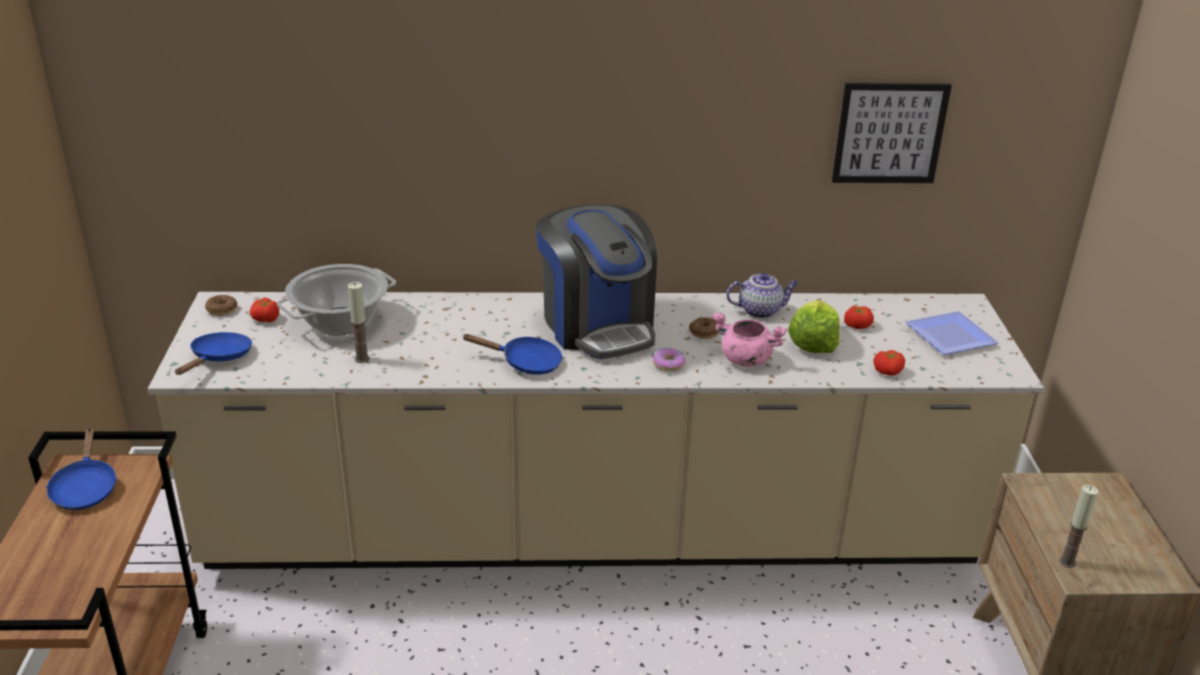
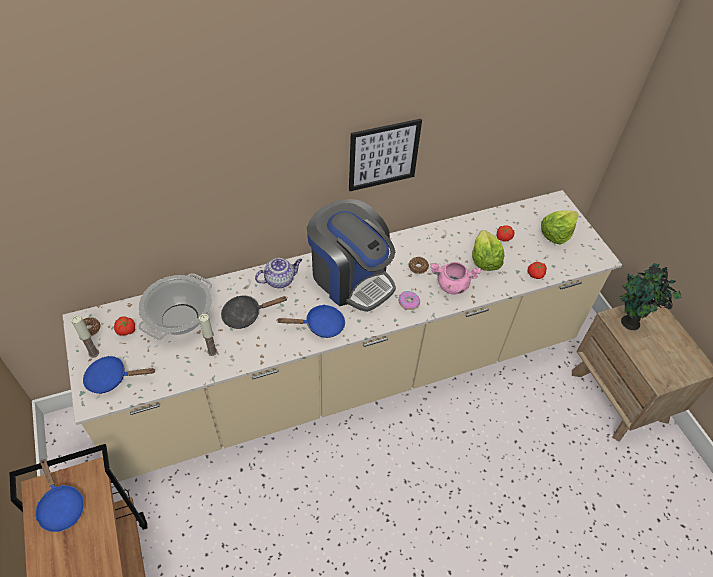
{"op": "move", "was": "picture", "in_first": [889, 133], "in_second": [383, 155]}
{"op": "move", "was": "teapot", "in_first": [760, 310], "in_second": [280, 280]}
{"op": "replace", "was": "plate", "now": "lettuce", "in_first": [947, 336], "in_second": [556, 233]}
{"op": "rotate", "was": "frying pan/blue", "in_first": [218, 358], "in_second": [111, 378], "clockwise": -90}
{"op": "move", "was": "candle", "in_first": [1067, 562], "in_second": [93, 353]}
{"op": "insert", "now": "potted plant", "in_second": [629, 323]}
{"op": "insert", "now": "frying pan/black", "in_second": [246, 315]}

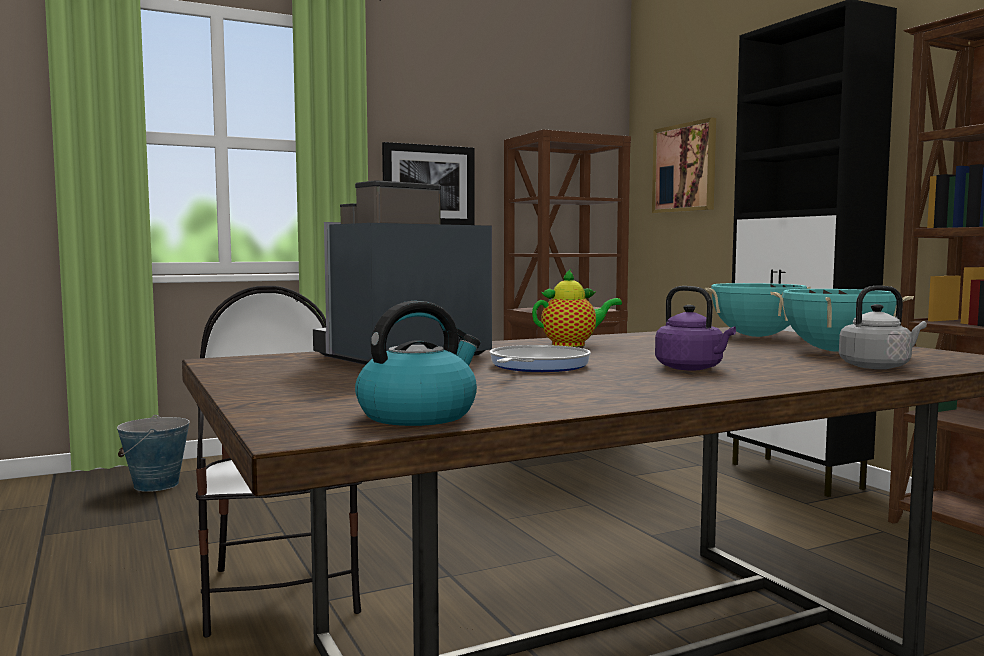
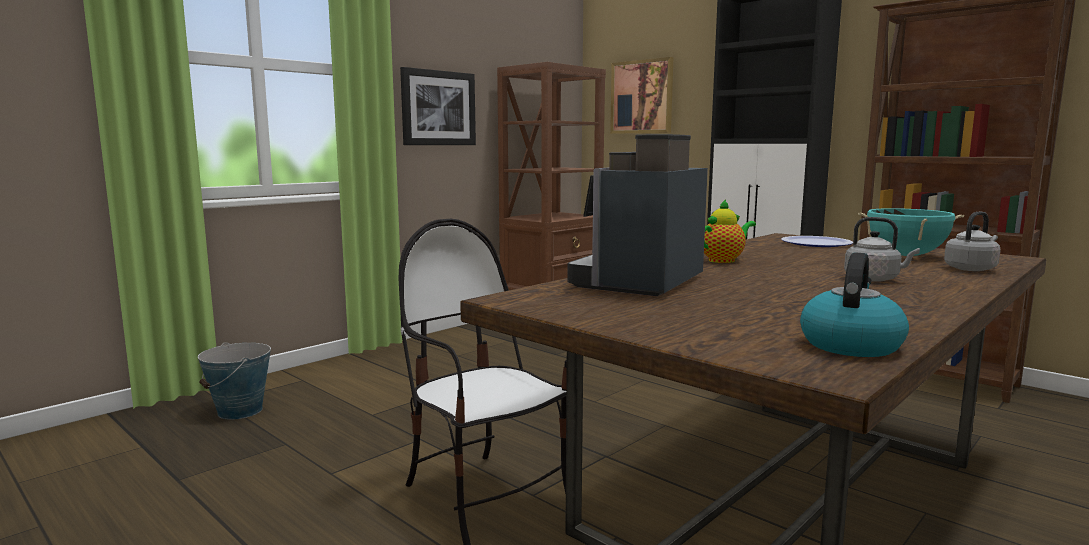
{"op": "replace", "was": "cooking pot/turquoise", "now": "plate", "in_first": [756, 336], "in_second": [816, 243]}
{"op": "recolor", "was": "kettle/purple", "now": "kettle/grey", "in_first": [692, 368], "in_second": [874, 279]}
{"op": "delete", "was": "frying pan", "in_first": [536, 366]}

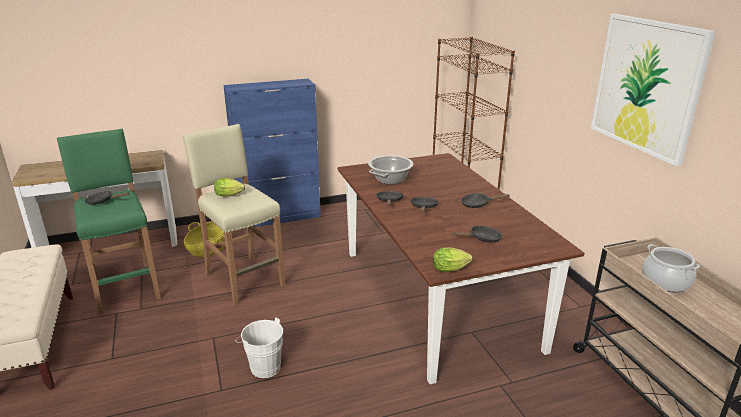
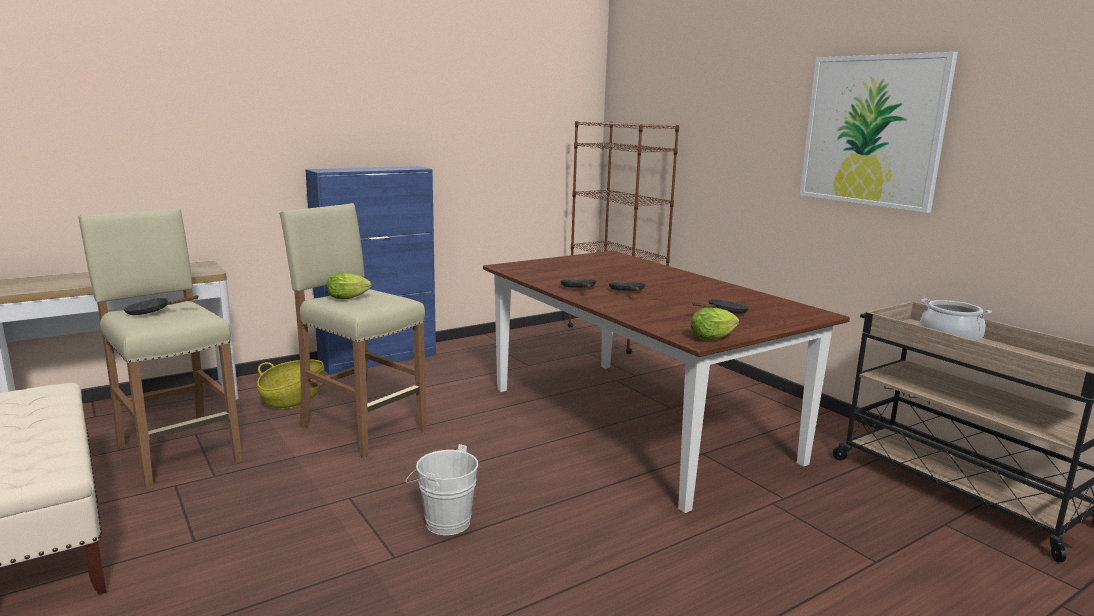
{"op": "recolor", "was": "stool/green", "now": "stool/beige", "in_first": [126, 287], "in_second": [177, 453]}
{"op": "delete", "was": "cooking pot", "in_first": [390, 180]}
{"op": "delete", "was": "frying pan/black", "in_first": [478, 204]}

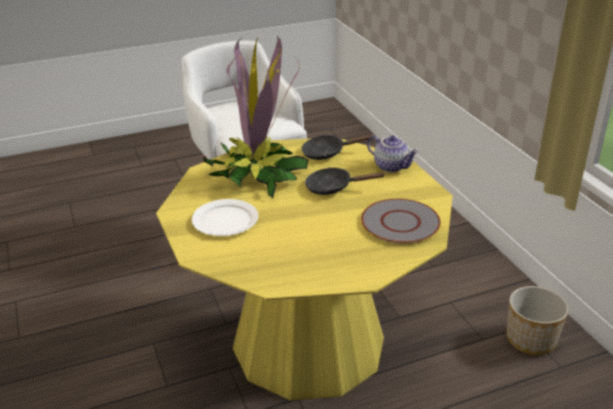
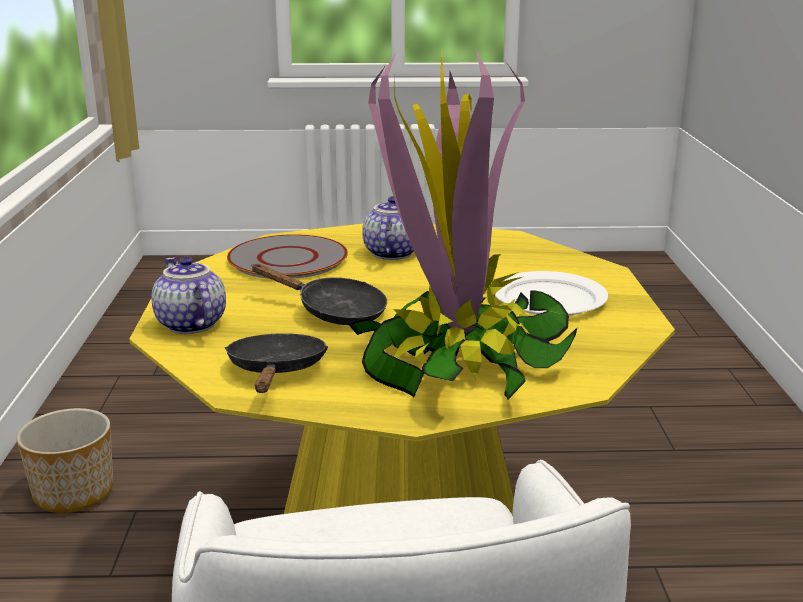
{"op": "rotate", "was": "frying pan/black", "in_first": [327, 153], "in_second": [276, 371], "clockwise": -105}
{"op": "insert", "now": "teapot", "in_second": [390, 253]}

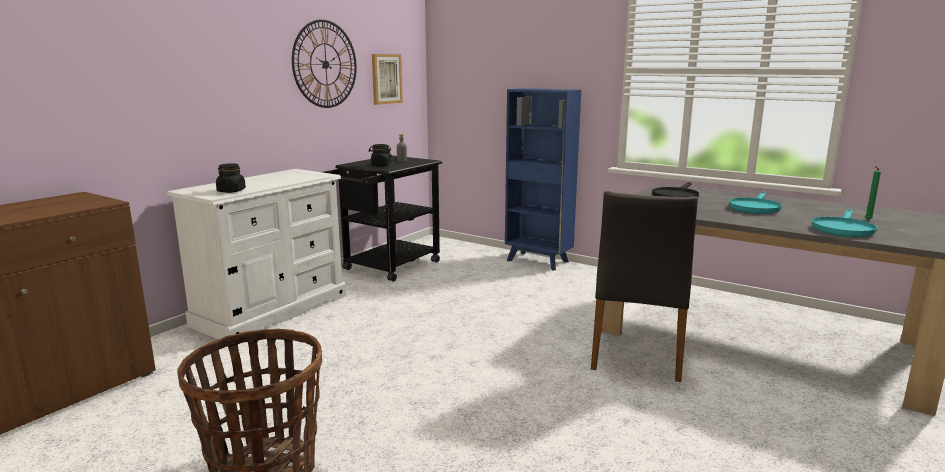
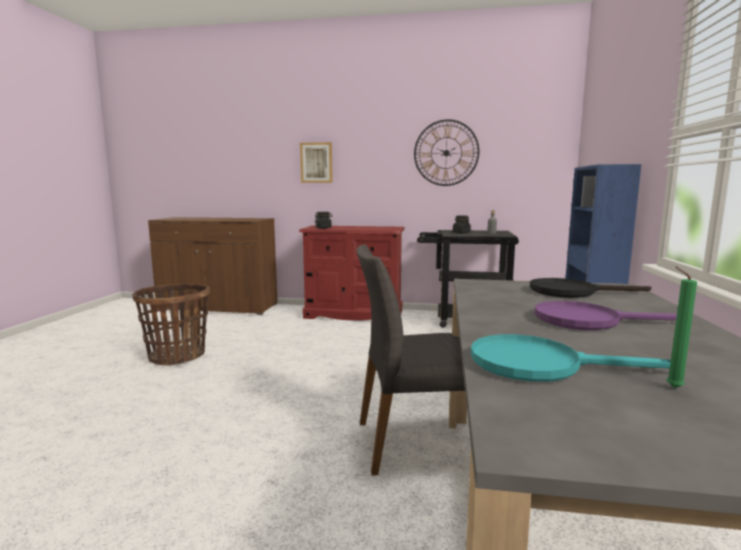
{"op": "move", "was": "picture", "in_first": [386, 79], "in_second": [316, 162]}
{"op": "recolor", "was": "dresser/white", "now": "dresser/red", "in_first": [272, 310], "in_second": [354, 314]}
{"op": "recolor", "was": "frying pan/turquoise", "now": "frying pan/purple", "in_first": [754, 207], "in_second": [588, 321]}

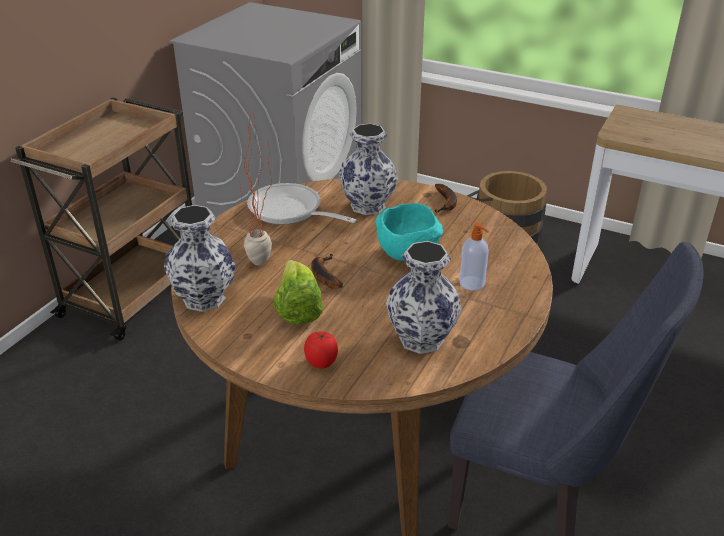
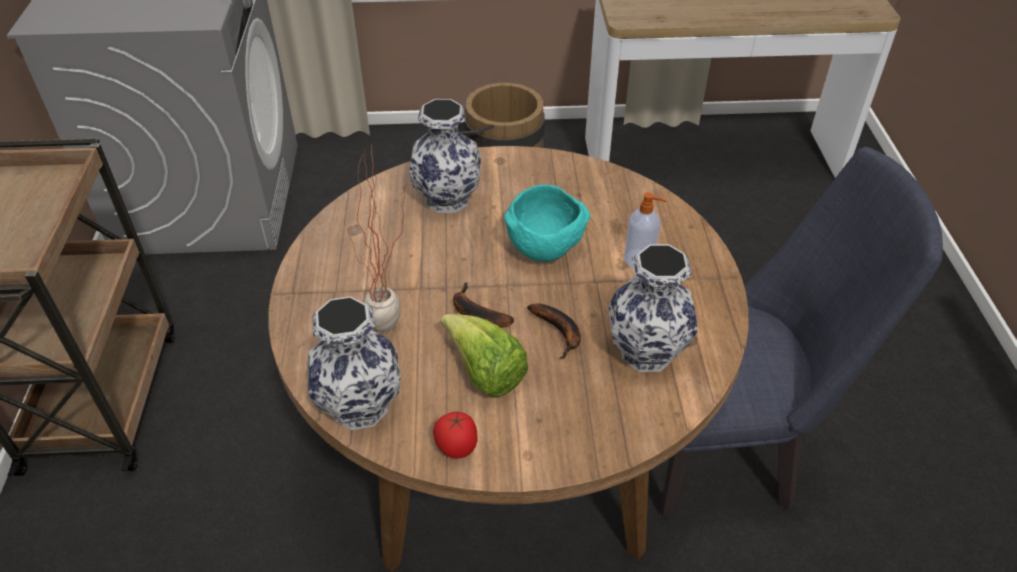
{"op": "delete", "was": "frying pan", "in_first": [290, 211]}
{"op": "move", "was": "banana", "in_first": [446, 203], "in_second": [560, 332]}
{"op": "move", "was": "tomato", "in_first": [321, 362], "in_second": [456, 447]}

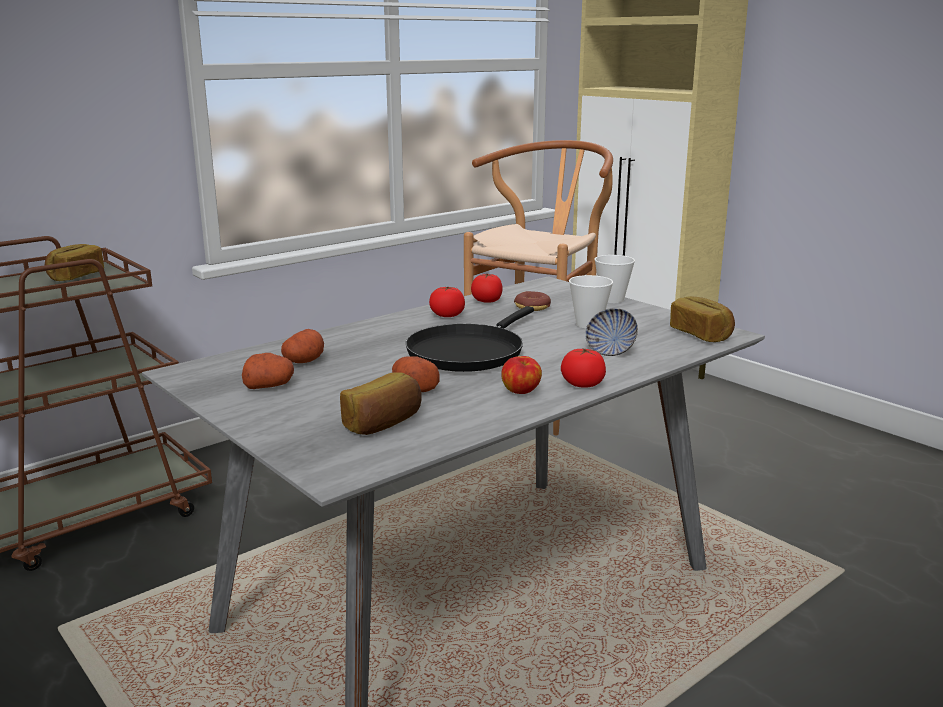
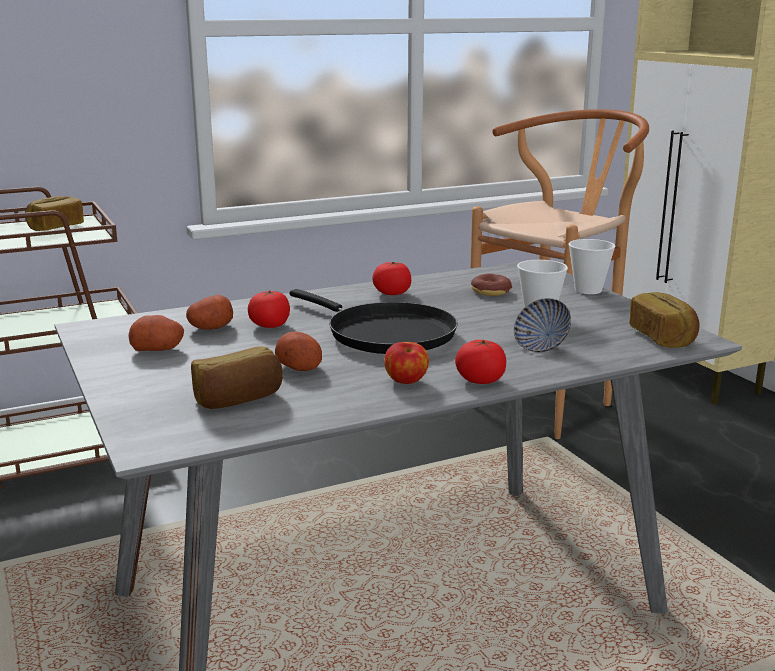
{"op": "move", "was": "tomato", "in_first": [486, 301], "in_second": [270, 325]}
{"op": "rotate", "was": "frying pan/black", "in_first": [469, 352], "in_second": [384, 334], "clockwise": -90}

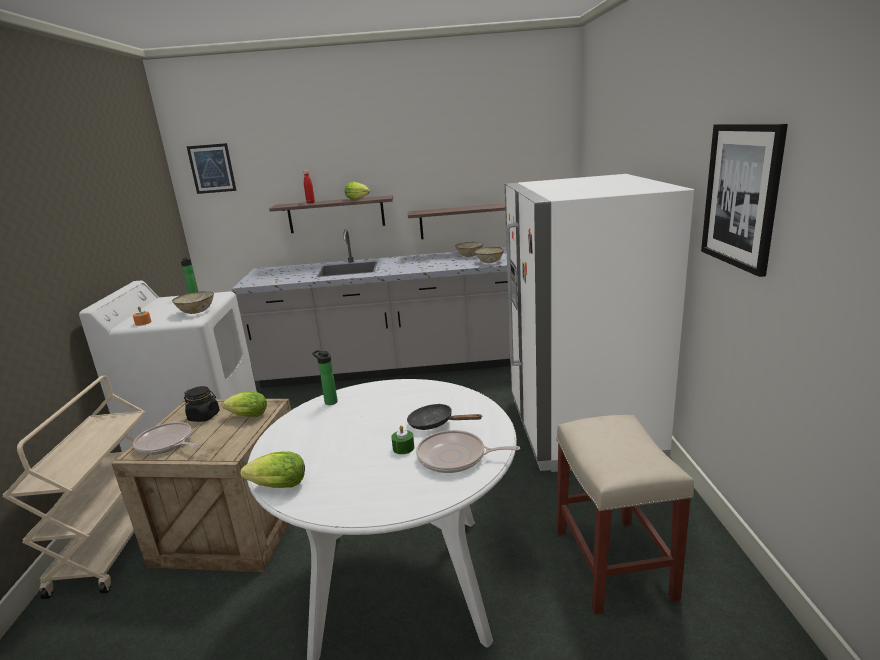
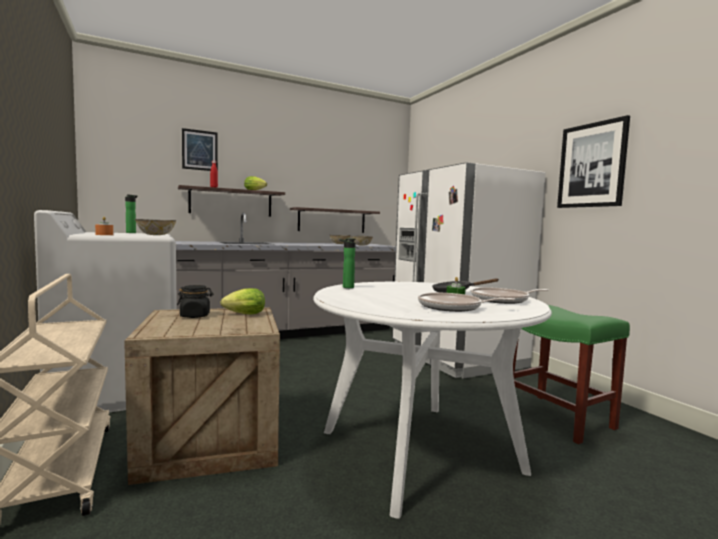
{"op": "move", "was": "picture", "in_first": [212, 168], "in_second": [200, 150]}
{"op": "recolor", "was": "stool/beige", "now": "stool/green", "in_first": [614, 564], "in_second": [559, 418]}
{"op": "move", "was": "frying pan", "in_first": [166, 443], "in_second": [453, 307]}
{"op": "delete", "was": "lettuce", "in_first": [275, 486]}

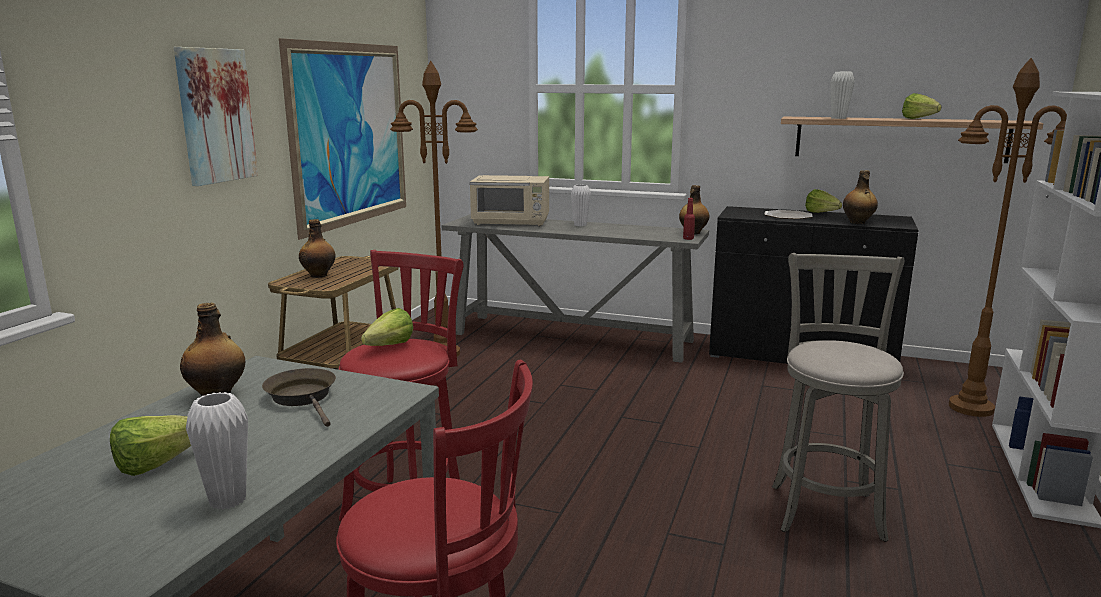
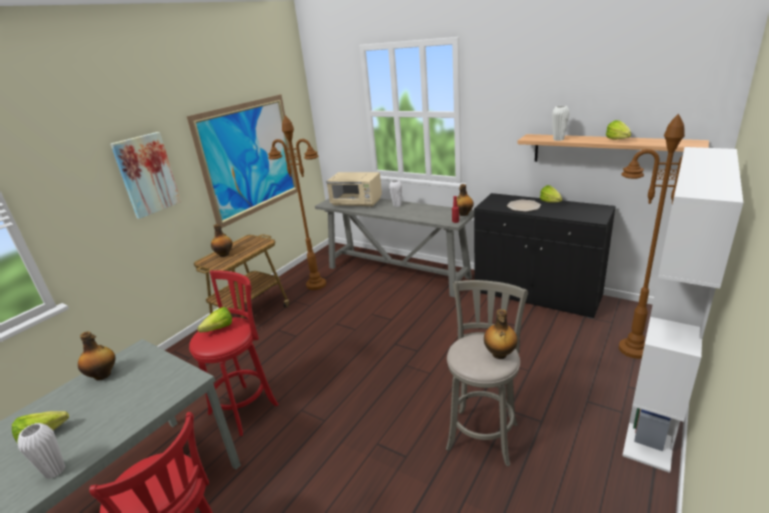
{"op": "move", "was": "bottle", "in_first": [857, 222], "in_second": [499, 354]}
{"op": "delete", "was": "frying pan/brown", "in_first": [303, 397]}

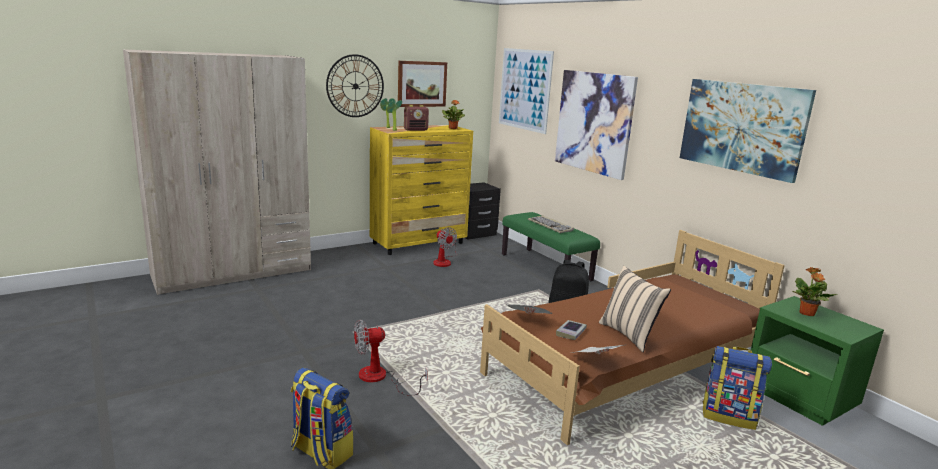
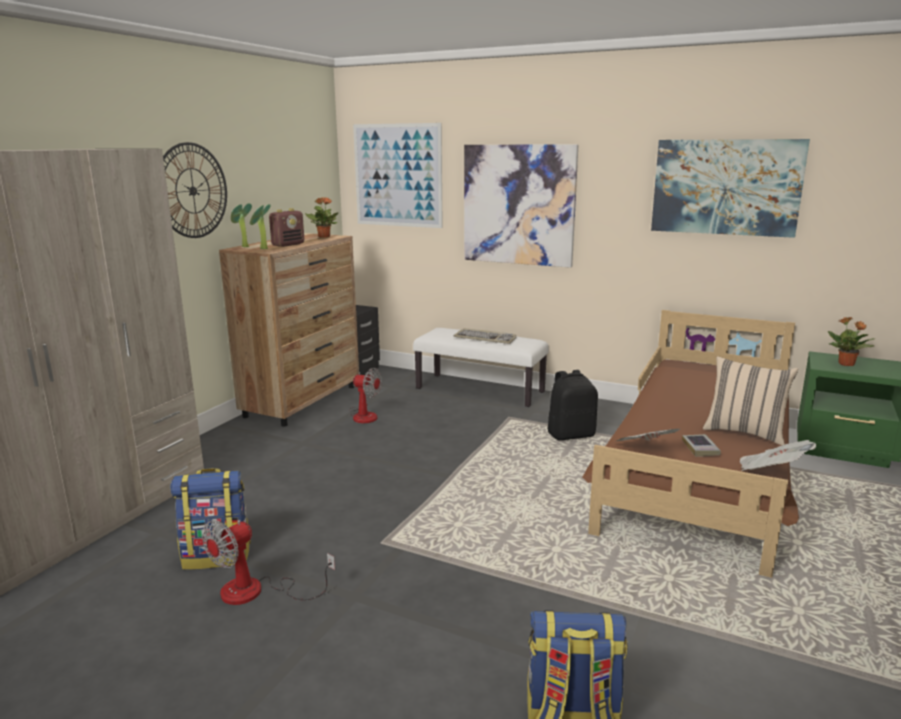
{"op": "delete", "was": "picture", "in_first": [422, 84]}
{"op": "recolor", "was": "dresser/yellow", "now": "dresser/brown", "in_first": [419, 243], "in_second": [303, 401]}
{"op": "recolor", "was": "bench/green", "now": "bench/white", "in_first": [546, 267], "in_second": [480, 390]}
{"op": "move", "was": "fan", "in_first": [380, 378], "in_second": [256, 592]}
{"op": "move", "was": "backpack", "in_first": [729, 416], "in_second": [217, 556]}

